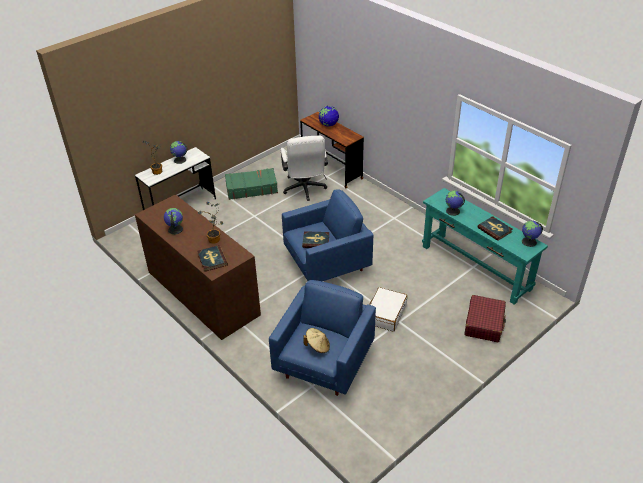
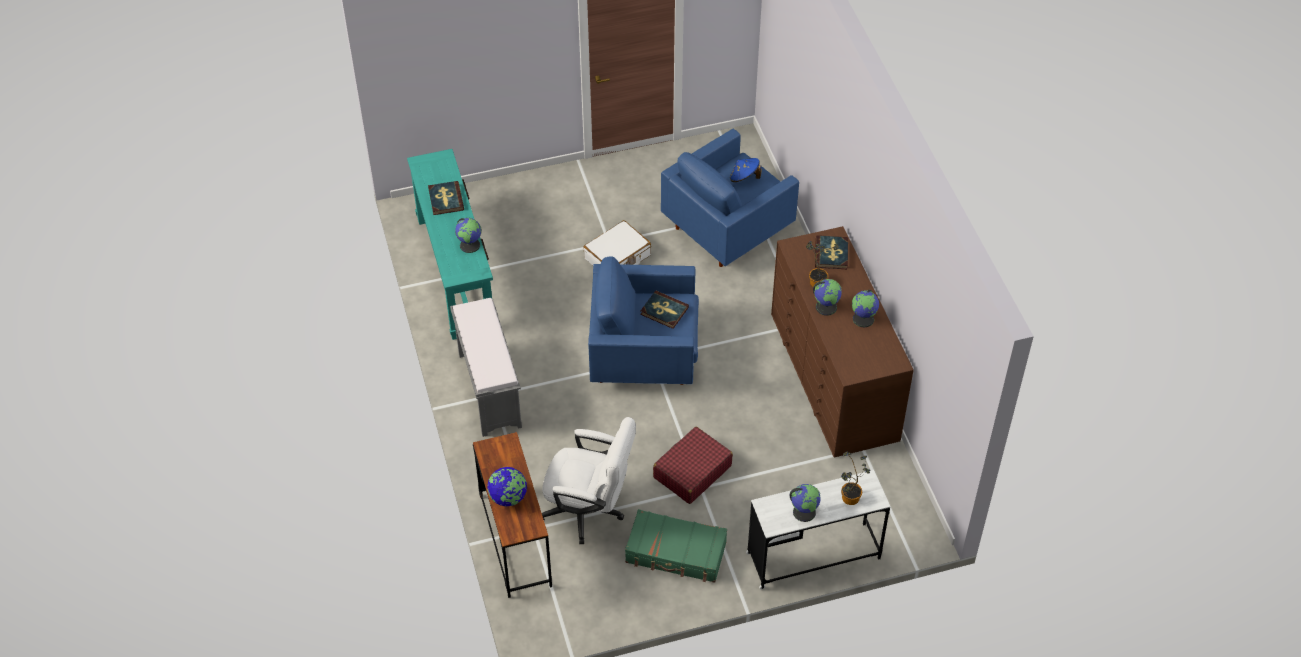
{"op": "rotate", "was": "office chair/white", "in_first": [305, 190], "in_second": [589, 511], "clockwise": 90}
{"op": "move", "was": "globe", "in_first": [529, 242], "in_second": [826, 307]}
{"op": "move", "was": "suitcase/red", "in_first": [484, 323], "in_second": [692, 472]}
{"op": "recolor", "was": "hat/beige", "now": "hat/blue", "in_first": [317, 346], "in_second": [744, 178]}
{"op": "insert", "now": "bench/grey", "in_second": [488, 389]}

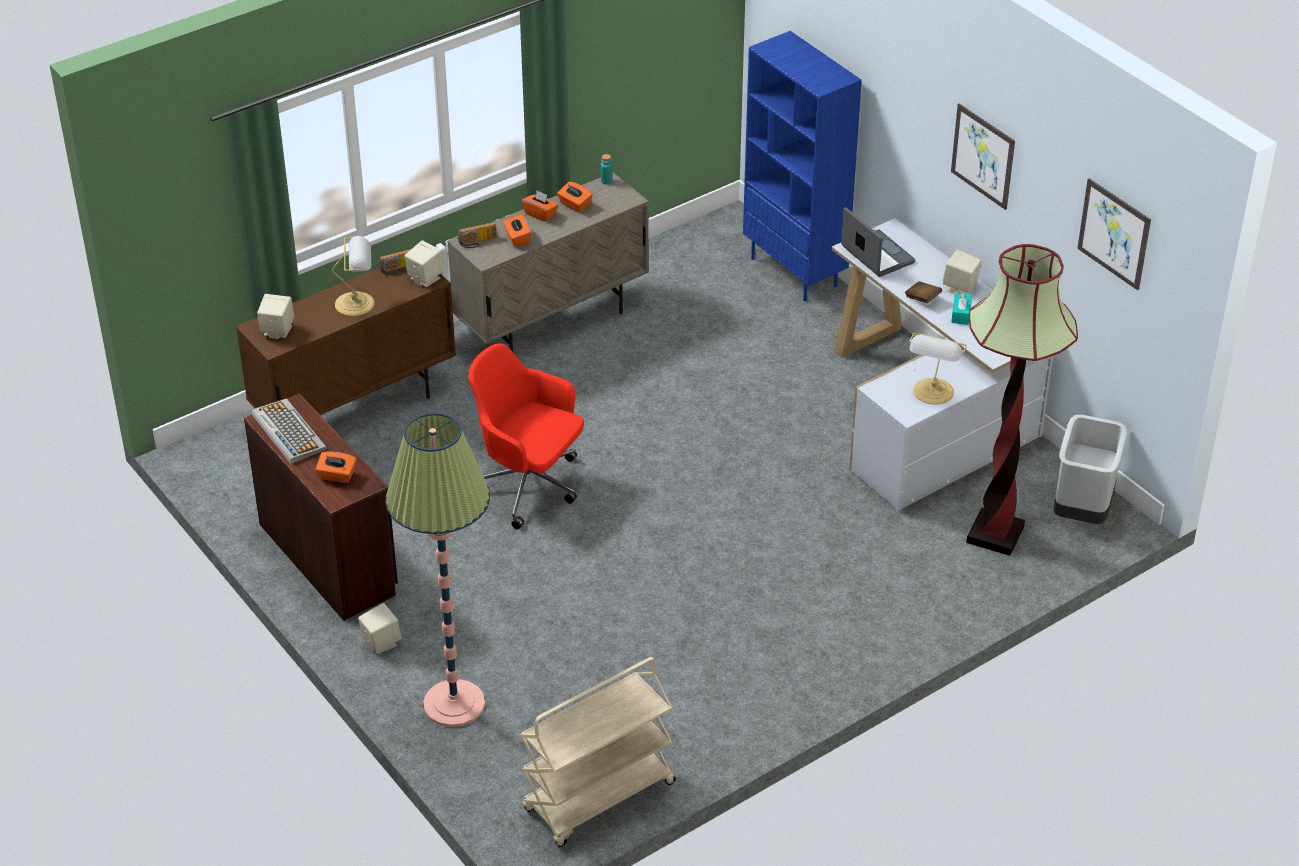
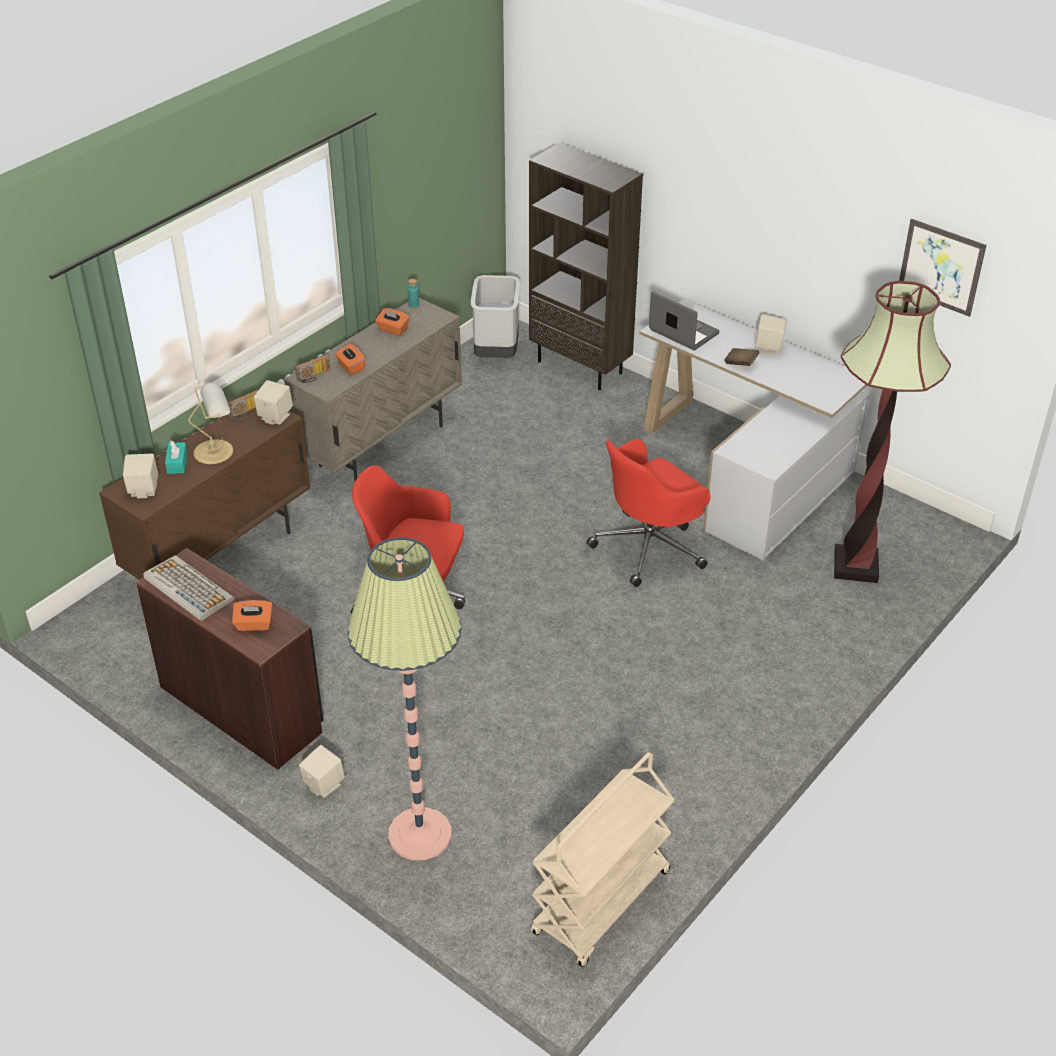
{"op": "recolor", "was": "bookcase/blue", "now": "bookcase/brown", "in_first": [795, 272], "in_second": [581, 367]}
{"op": "delete", "was": "picture", "in_first": [983, 156]}
{"op": "delete", "was": "tissue box/orange", "in_first": [540, 214]}
{"op": "move", "was": "tissue box/turquoise", "in_first": [961, 314], "in_second": [177, 463]}
{"op": "delete", "was": "table lamp", "in_first": [933, 393]}
{"op": "move", "was": "trash can/grey", "in_first": [1081, 509], "in_second": [495, 352]}
{"op": "insert", "now": "office chair/red", "in_second": [650, 547]}

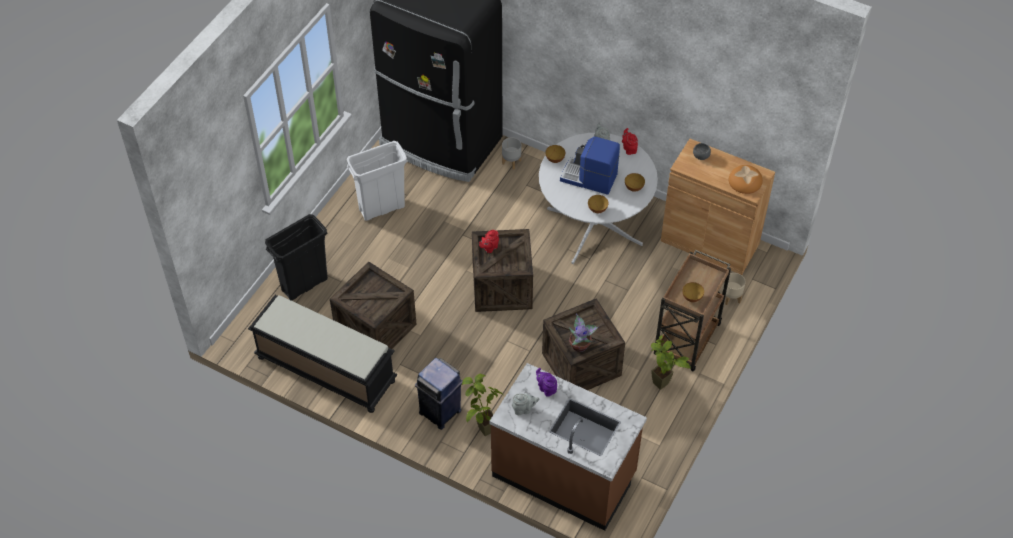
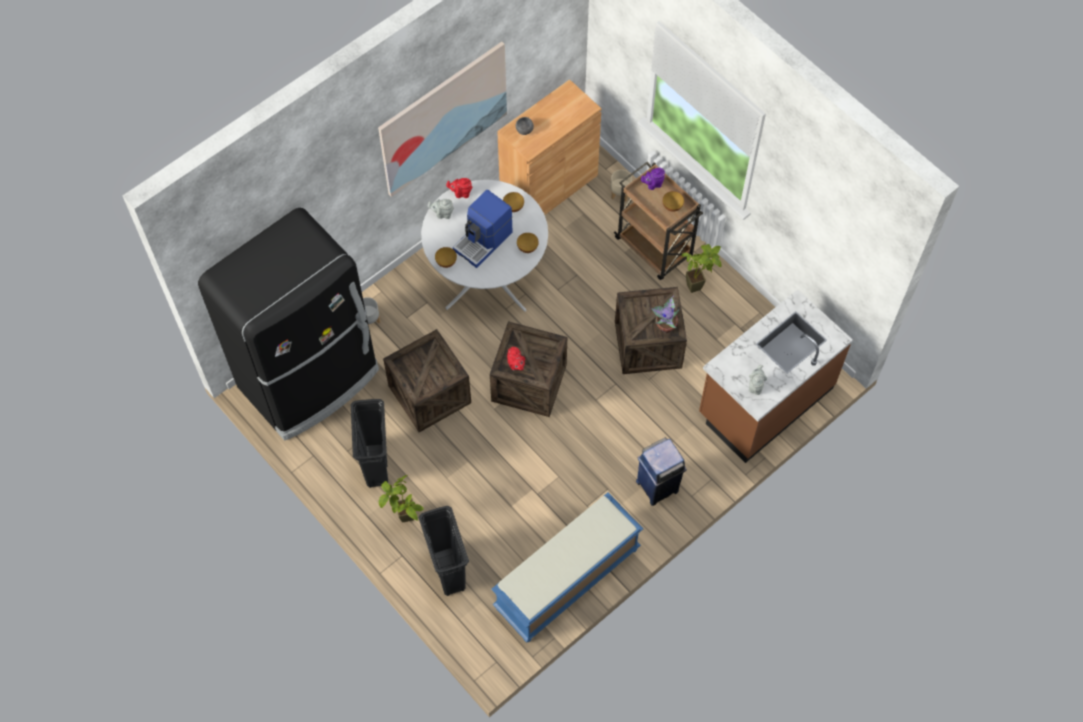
{"op": "recolor", "was": "trash can/white", "now": "trash can/black", "in_first": [381, 208], "in_second": [376, 464]}
{"op": "delete", "was": "bread", "in_first": [745, 181]}
{"op": "move", "was": "crate", "in_first": [375, 328], "in_second": [429, 394]}
{"op": "recolor", "was": "bench/black", "now": "bench/blue", "in_first": [324, 369], "in_second": [567, 580]}
{"op": "move", "was": "teapot/purple", "in_first": [546, 389], "in_second": [652, 184]}
{"op": "move", "was": "potted plant", "in_first": [480, 431], "in_second": [406, 522]}
{"op": "insert", "now": "picture", "in_second": [443, 118]}

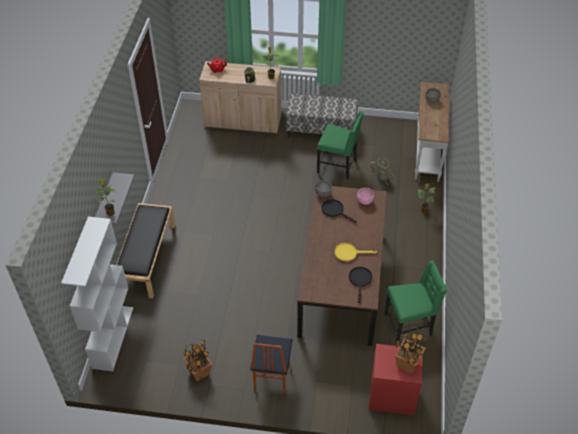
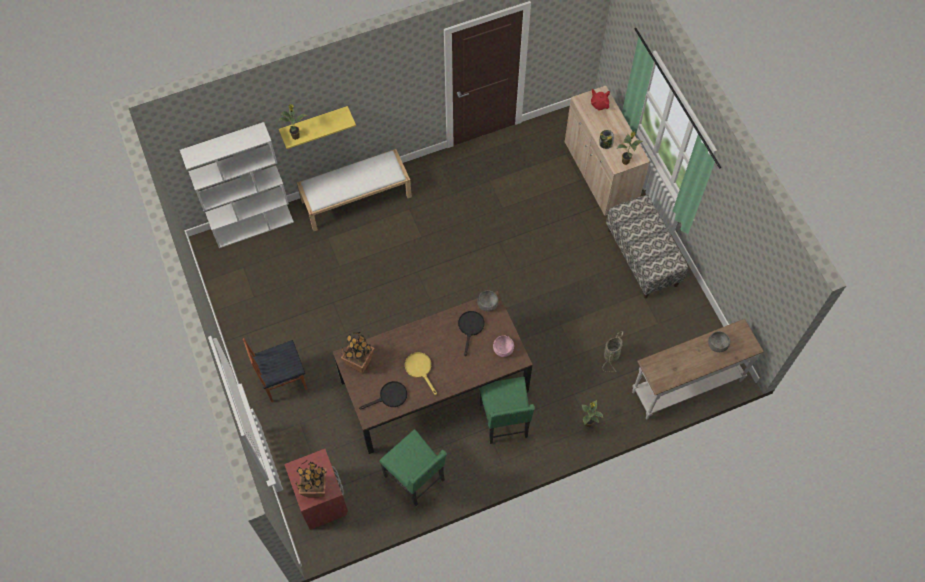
{"op": "move", "was": "chair/green", "in_first": [338, 166], "in_second": [504, 421]}
{"op": "recolor", "was": "shelf/grey", "now": "shelf/yellow", "in_first": [105, 203], "in_second": [314, 123]}
{"op": "recolor", "was": "bench/black", "now": "bench/white", "in_first": [147, 258], "in_second": [356, 198]}
{"op": "move", "was": "potted plant", "in_first": [199, 372], "in_second": [359, 362]}

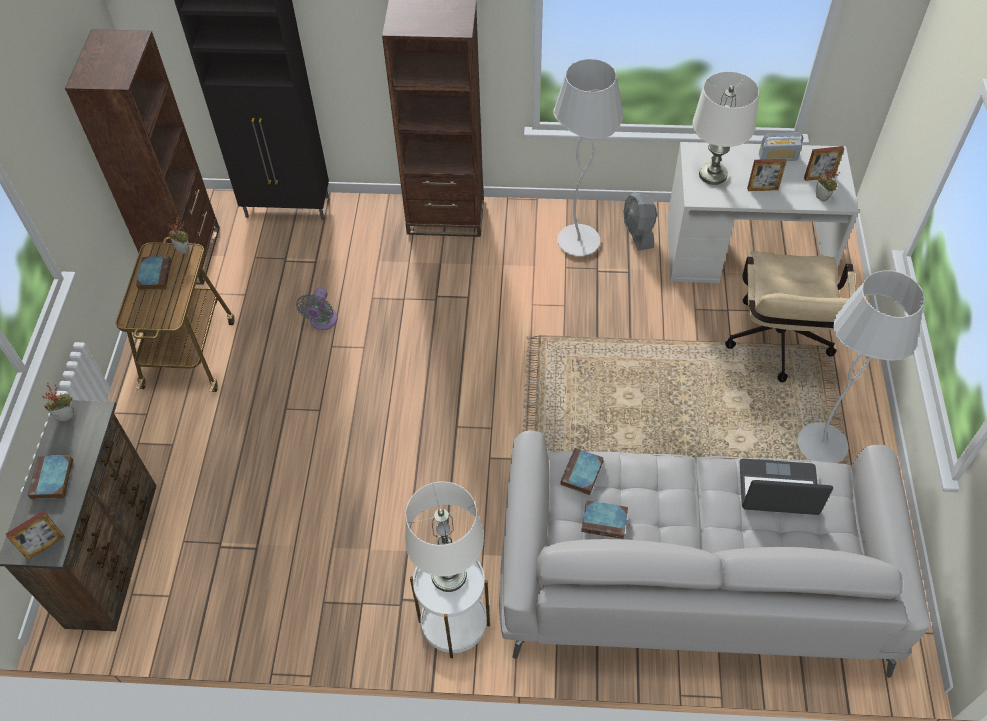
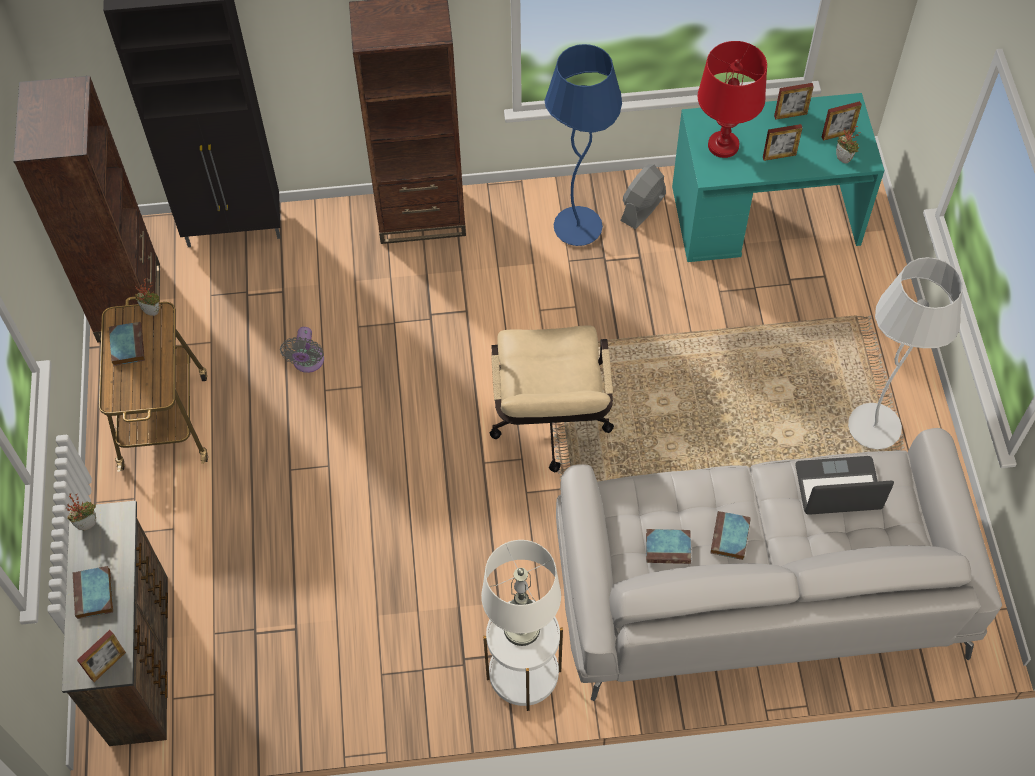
{"op": "recolor", "was": "floor lamp/white", "now": "floor lamp/blue", "in_first": [578, 242], "in_second": [578, 228]}
{"op": "recolor", "was": "table lamp/white", "now": "table lamp/red", "in_first": [713, 174], "in_second": [723, 145]}
{"op": "replace", "was": "radio", "now": "picture frame", "in_first": [778, 157], "in_second": [790, 115]}
{"op": "recolor", "was": "desk/white", "now": "desk/turquoise", "in_first": [746, 251], "in_second": [765, 215]}
{"op": "rotate", "was": "fan/grey", "in_first": [638, 232], "in_second": [642, 208], "clockwise": 60}
{"op": "move", "was": "office chair/beige", "in_first": [778, 346], "in_second": [550, 428]}
{"op": "move", "was": "book", "in_first": [582, 474], "in_second": [730, 538]}

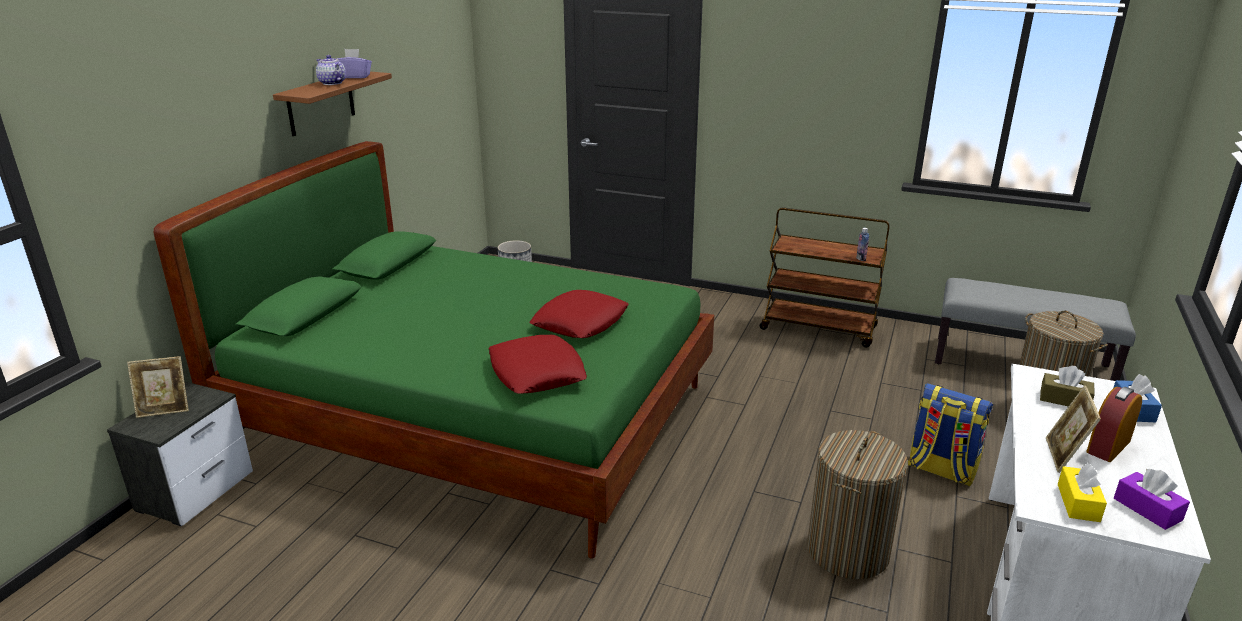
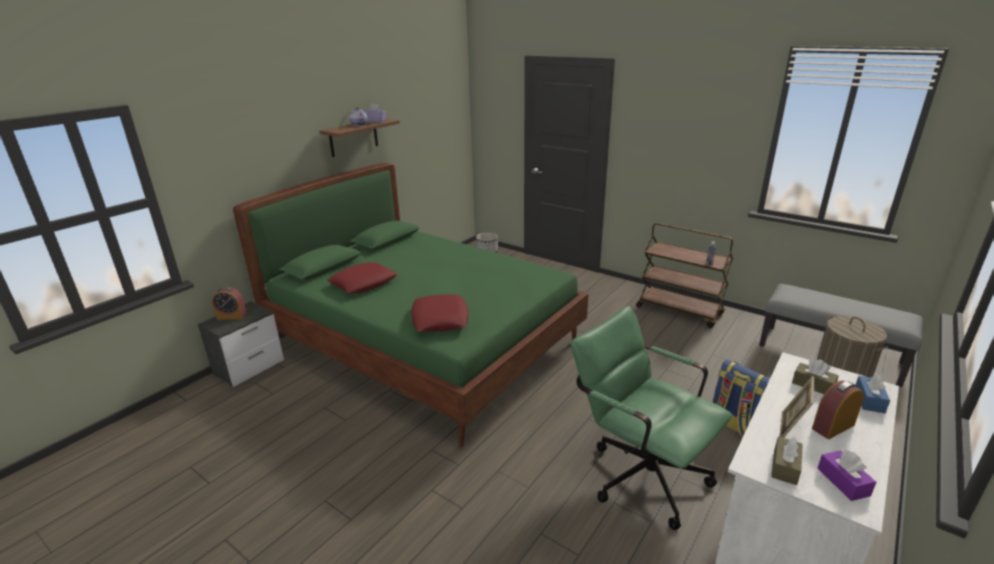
{"op": "move", "was": "pillow/red", "in_first": [580, 322], "in_second": [363, 283]}
{"op": "replace", "was": "picture frame", "now": "alarm clock", "in_first": [164, 410], "in_second": [232, 316]}
{"op": "replace", "was": "laundry basket", "now": "office chair/green", "in_first": [848, 551], "in_second": [639, 472]}
{"op": "recolor", "was": "tissue box/yellow", "now": "tissue box/brown", "in_first": [1078, 503], "in_second": [785, 467]}

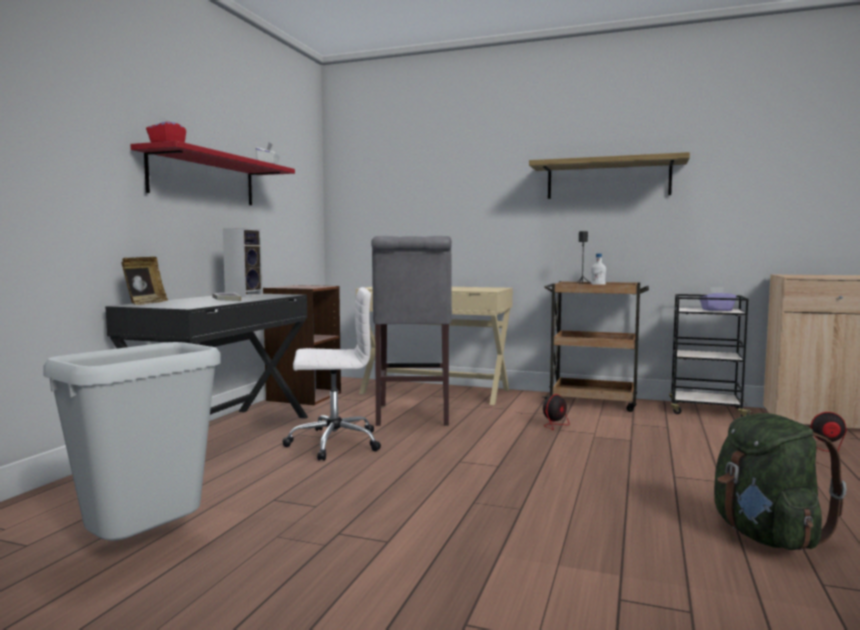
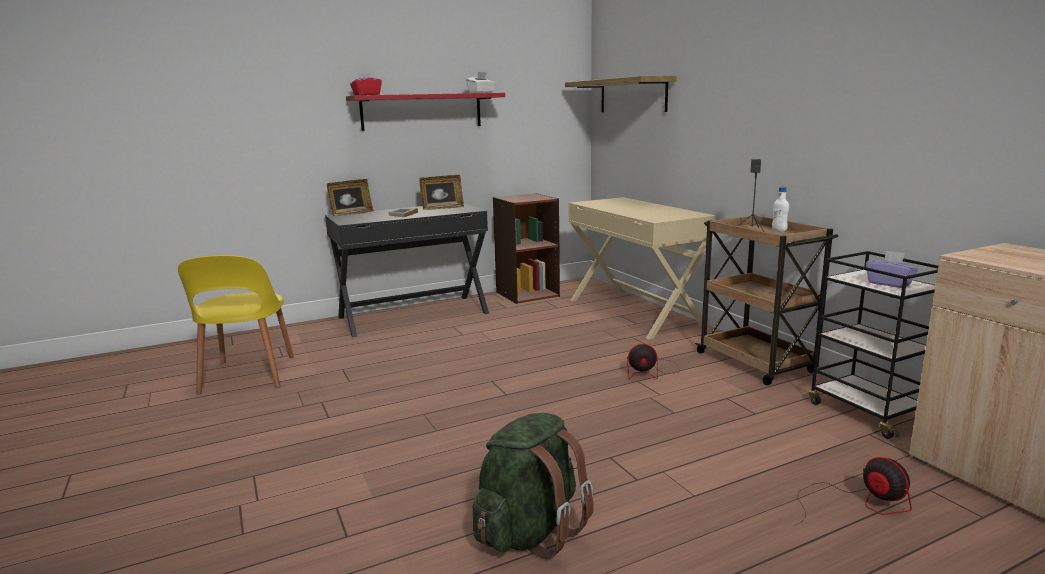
{"op": "move", "was": "shelf", "in_first": [608, 179], "in_second": [632, 95]}
{"op": "replace", "was": "speaker", "now": "picture frame", "in_first": [244, 295], "in_second": [442, 208]}
{"op": "delete", "was": "stool/grey", "in_first": [412, 417]}
{"op": "delete", "was": "office chair/white", "in_first": [332, 443]}
{"op": "replace", "was": "trash can/grey", "now": "chair/yellow", "in_first": [146, 548], "in_second": [247, 375]}

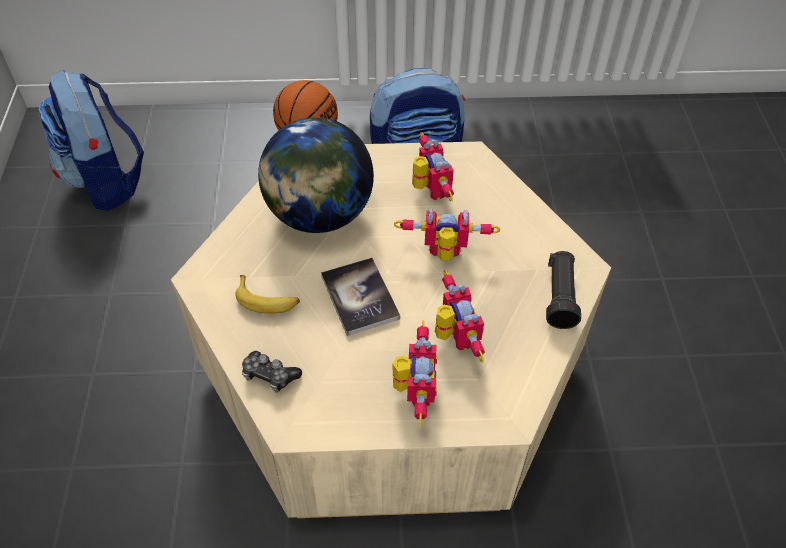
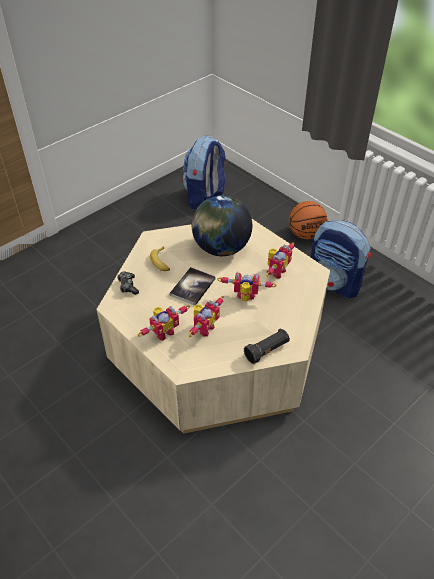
{"op": "rotate", "was": "toy robot", "in_first": [444, 255], "in_second": [245, 298], "clockwise": -45}

